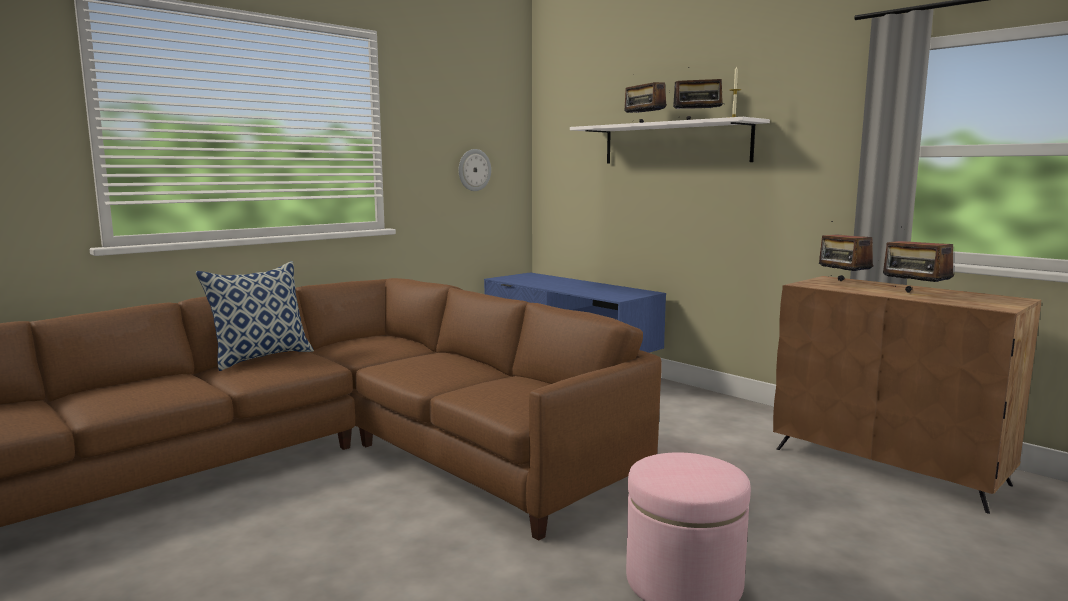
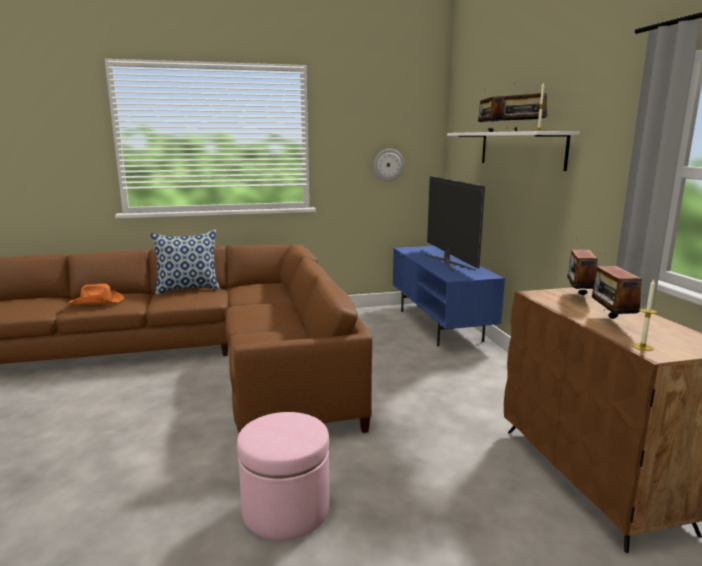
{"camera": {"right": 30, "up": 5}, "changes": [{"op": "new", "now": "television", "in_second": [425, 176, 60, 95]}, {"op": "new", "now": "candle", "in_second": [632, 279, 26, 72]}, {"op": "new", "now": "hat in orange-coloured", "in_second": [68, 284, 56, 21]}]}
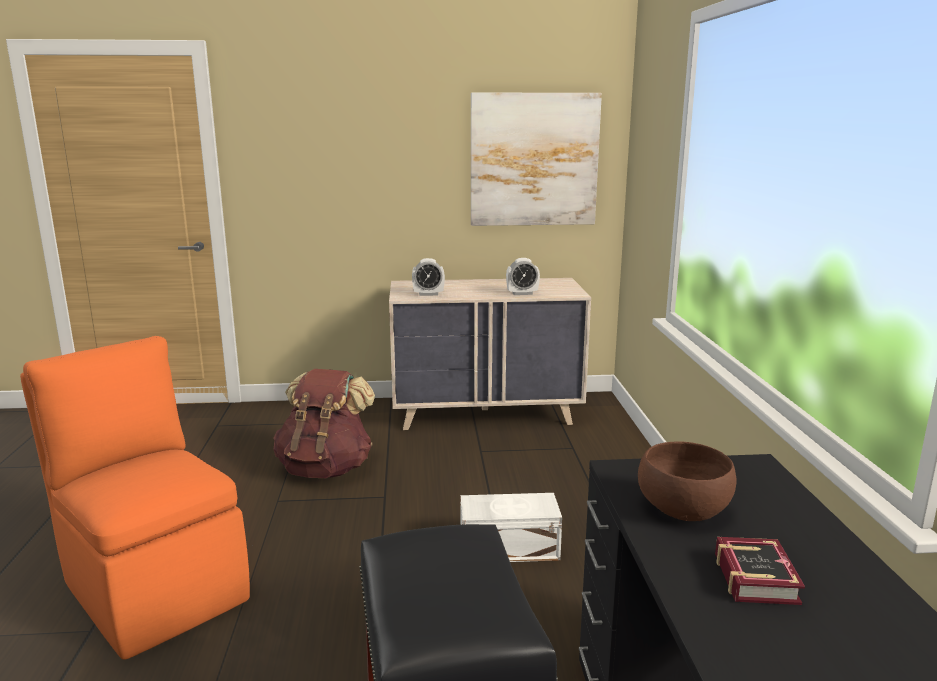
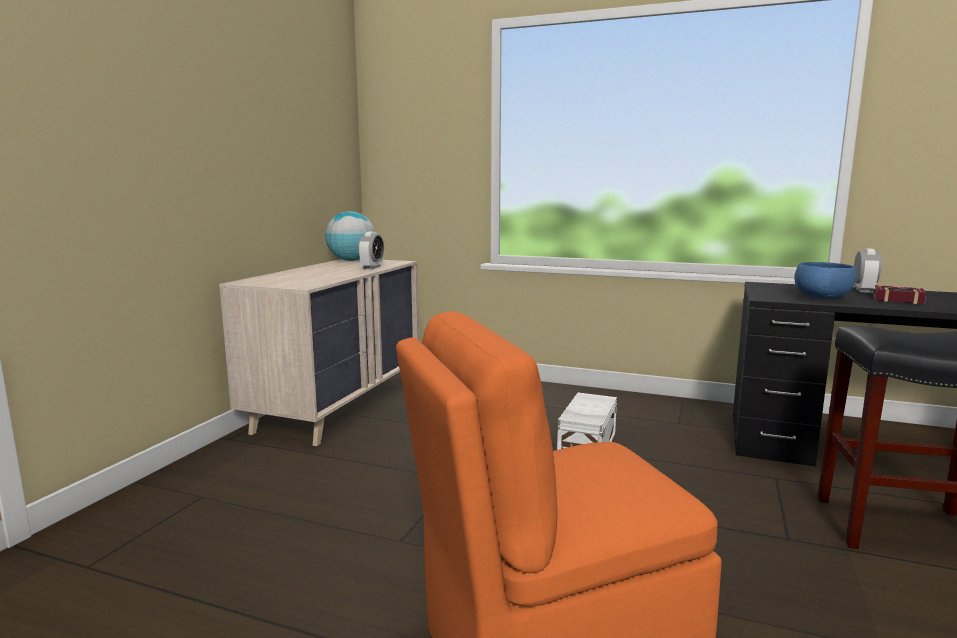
{"camera": {"right": -65, "up": -5}, "changes": [{"op": "gone", "was": "picture", "in_first": [471, 93, 131, 133]}, {"op": "shifted", "was": "bedside clock", "in_first": [412, 258, 33, 38], "in_second": [854, 248, 28, 45]}, {"op": "gone", "was": "rucksack in brown-coloured", "in_first": [273, 369, 102, 109]}, {"op": "repainted", "was": "bowl in brown-coloured", "now": "bowl in blue", "in_first": [638, 442, 99, 79], "in_second": [794, 262, 63, 37]}, {"op": "new", "now": "desk globe", "in_second": [325, 211, 50, 50]}]}
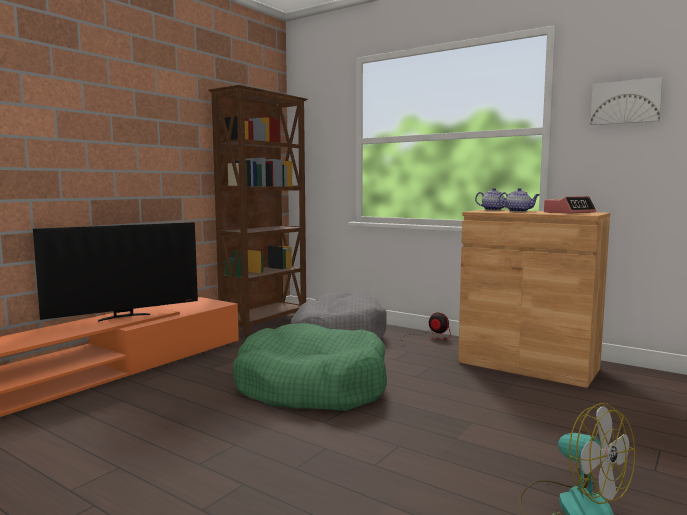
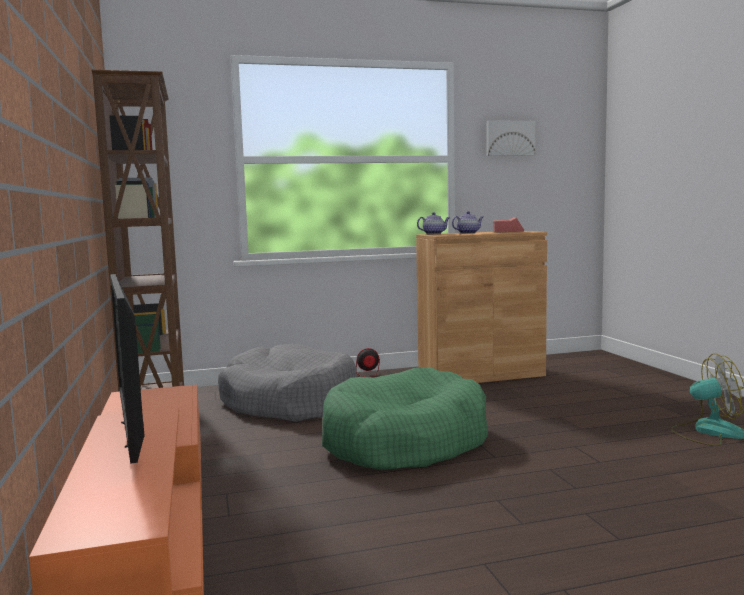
{"camera": {"right": -50, "up": 0}, "changes": [{"op": "rotated", "was": "television", "in_first": [33, 222, 165, 100], "in_second": [110, 274, 35, 190], "clockwise": 150}]}
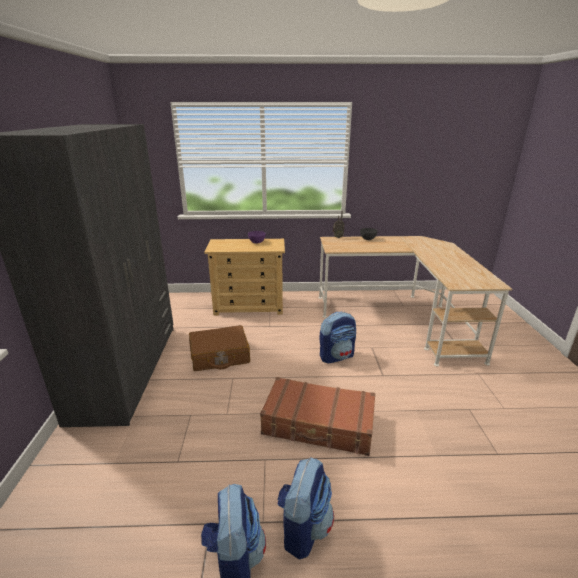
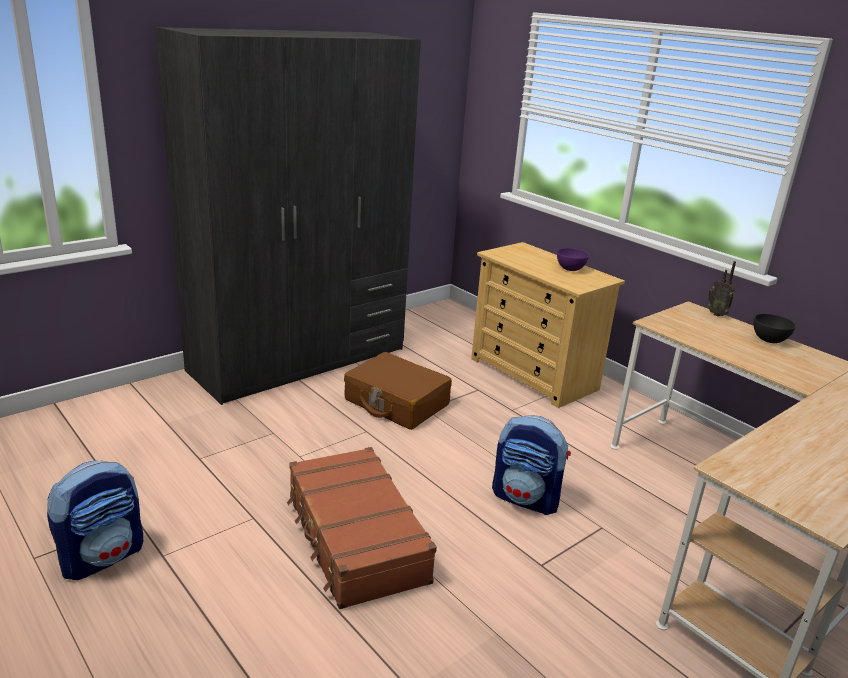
{"camera": {"right": 50, "up": 0}, "changes": [{"op": "gone", "was": "rucksack", "in_first": [277, 457, 57, 103]}]}
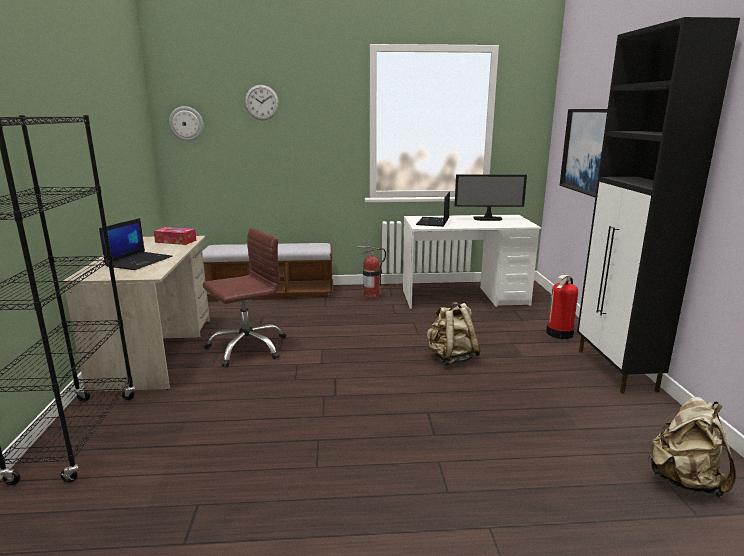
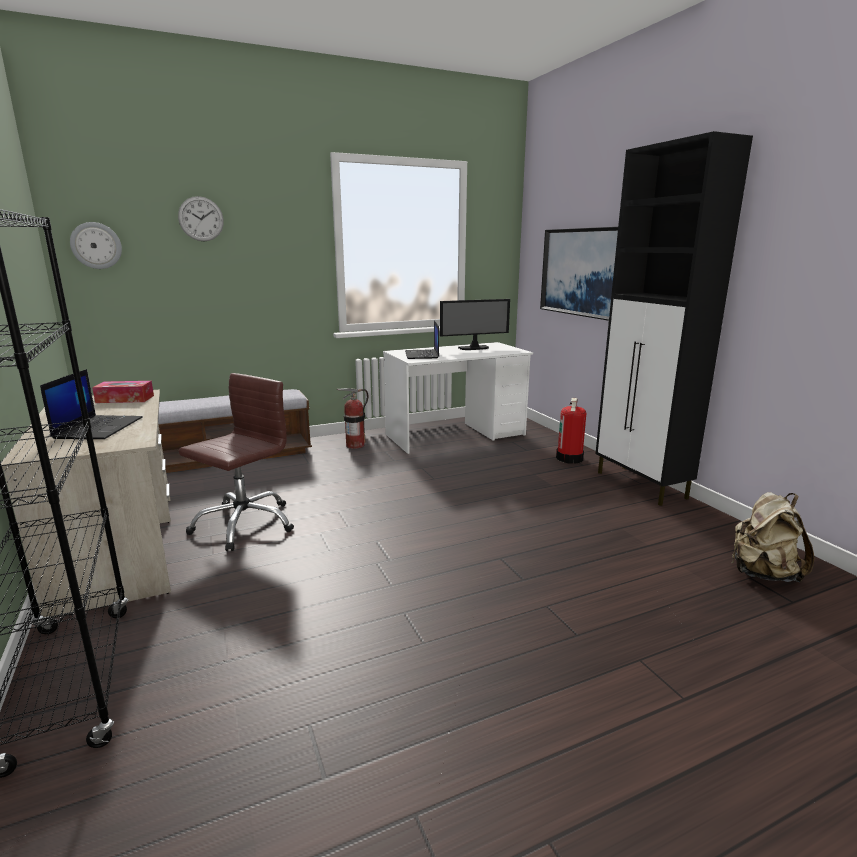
{"camera": {"right": -20, "up": 0}, "changes": [{"op": "gone", "was": "rucksack in beige-coloured", "in_first": [427, 302, 54, 63]}]}
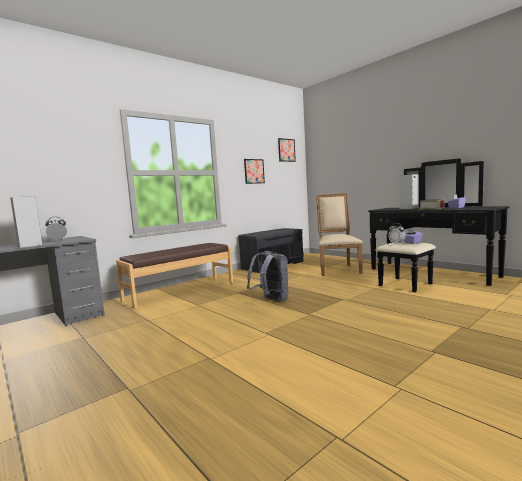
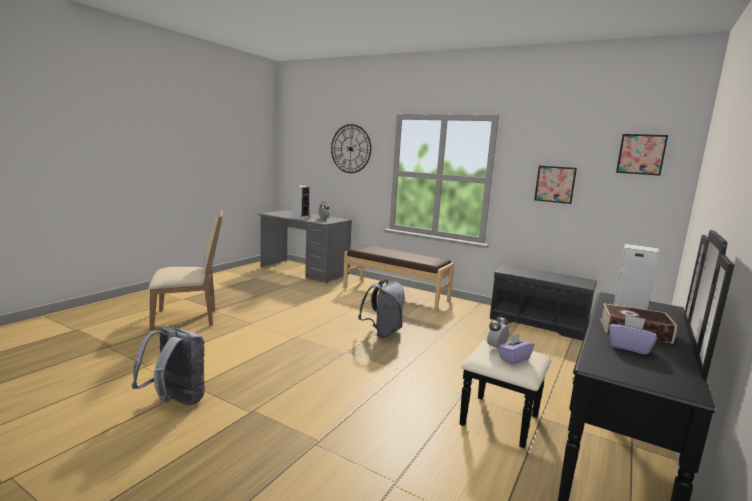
{"camera": {"right": 70, "up": 5}, "changes": [{"op": "shifted", "was": "chair in beige-coloured", "in_first": [316, 193, 47, 83], "in_second": [149, 210, 75, 121]}, {"op": "new", "now": "wall clock", "in_second": [331, 124, 40, 49]}, {"op": "new", "now": "rucksack in gray", "in_second": [132, 326, 73, 79]}]}
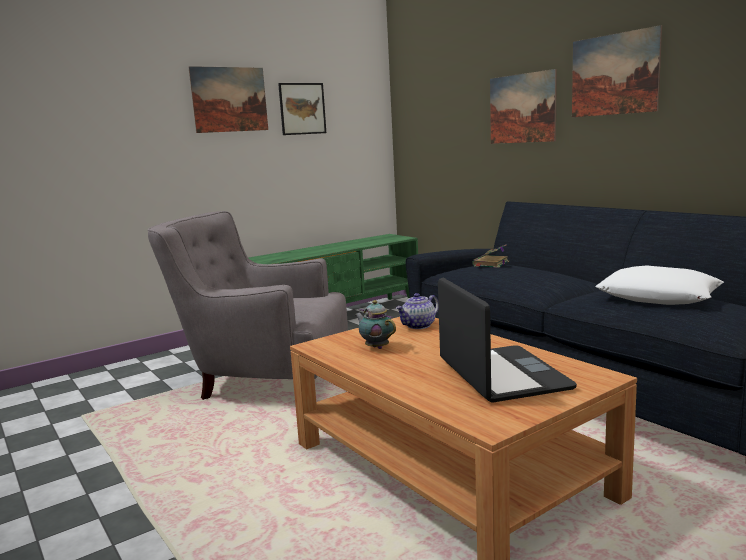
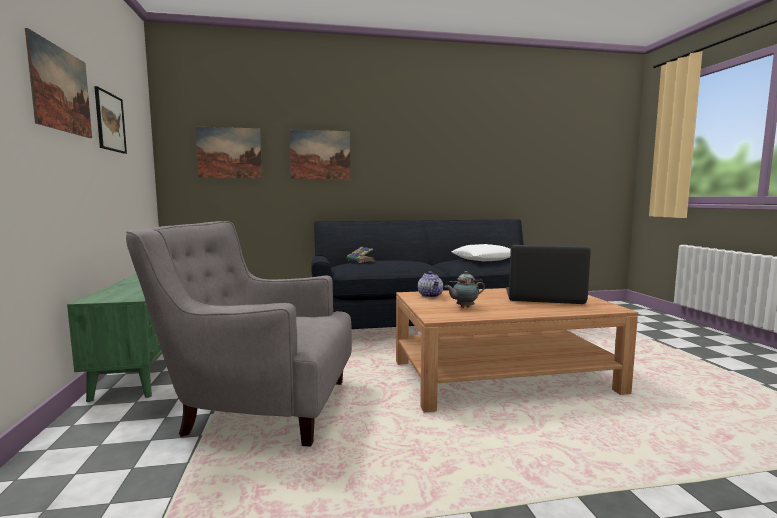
{"camera": {"right": -65, "up": -5}, "changes": [{"op": "shifted", "was": "picture", "in_first": [572, 25, 90, 92], "in_second": [195, 127, 67, 51]}, {"op": "rotated", "was": "easy chair in gray", "in_first": [148, 211, 200, 189], "in_second": [126, 221, 226, 226], "clockwise": 60}]}
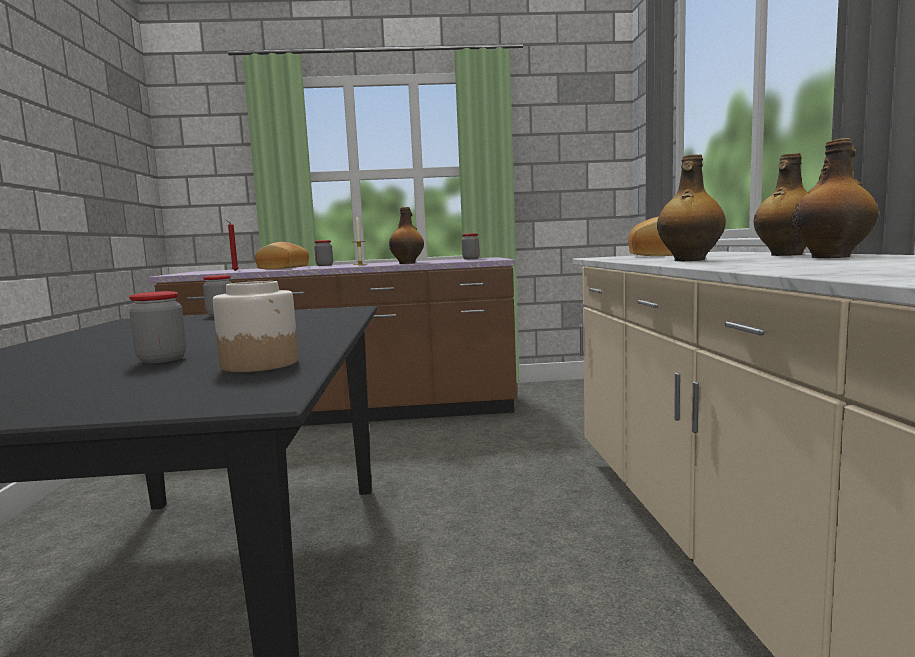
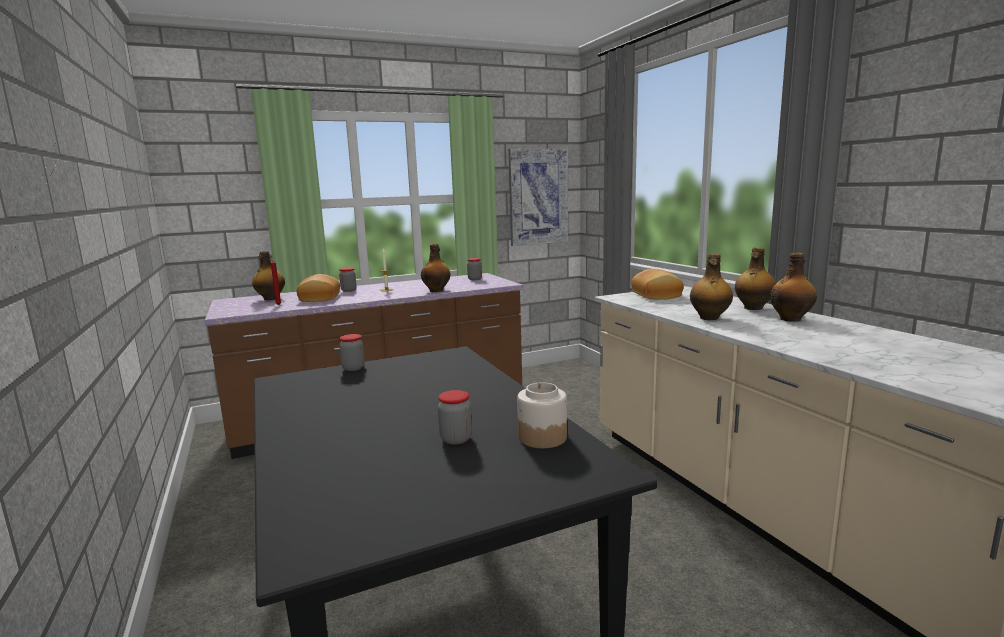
{"camera": {"right": -20, "up": 5}, "changes": [{"op": "new", "now": "picture", "in_second": [508, 148, 60, 98]}, {"op": "new", "now": "bottle", "in_second": [252, 251, 33, 49]}]}
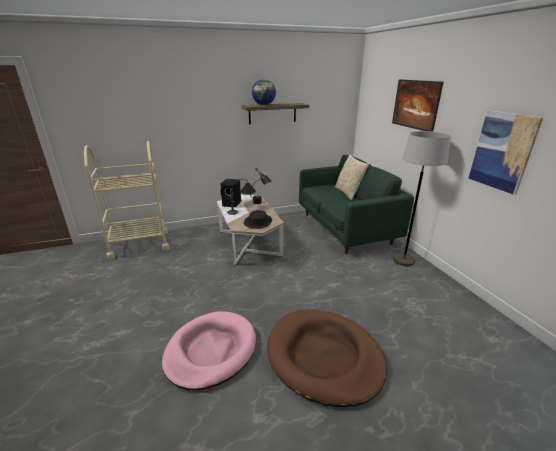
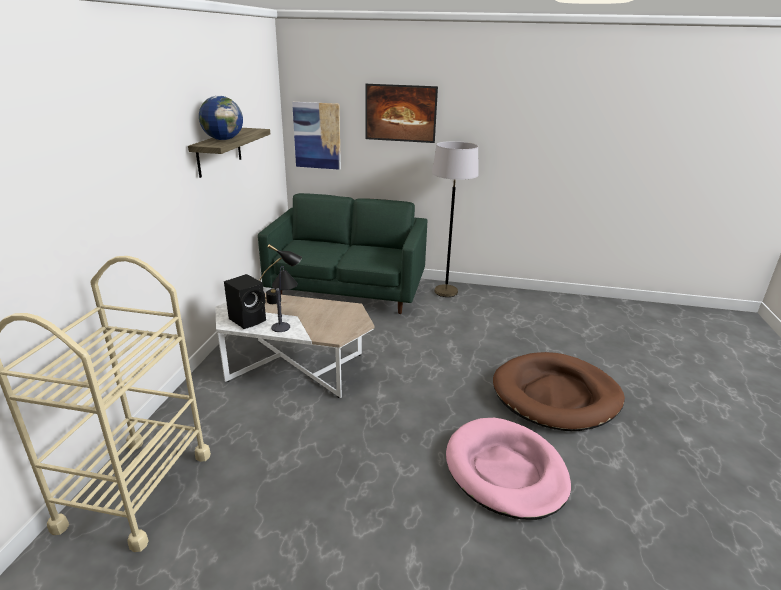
{"camera": {"right": -60, "up": 0}, "changes": [{"op": "shifted", "was": "picture", "in_first": [468, 110, 75, 85], "in_second": [292, 102, 49, 68]}, {"op": "gone", "was": "throw pillow in beige-coloured", "in_first": [335, 154, 34, 47]}, {"op": "gone", "was": "hat in black-coloured", "in_first": [244, 210, 28, 19]}]}
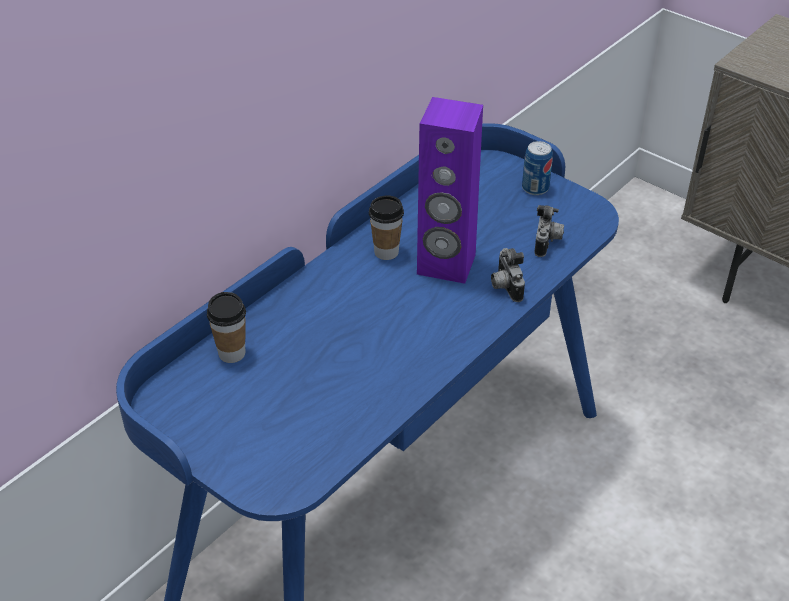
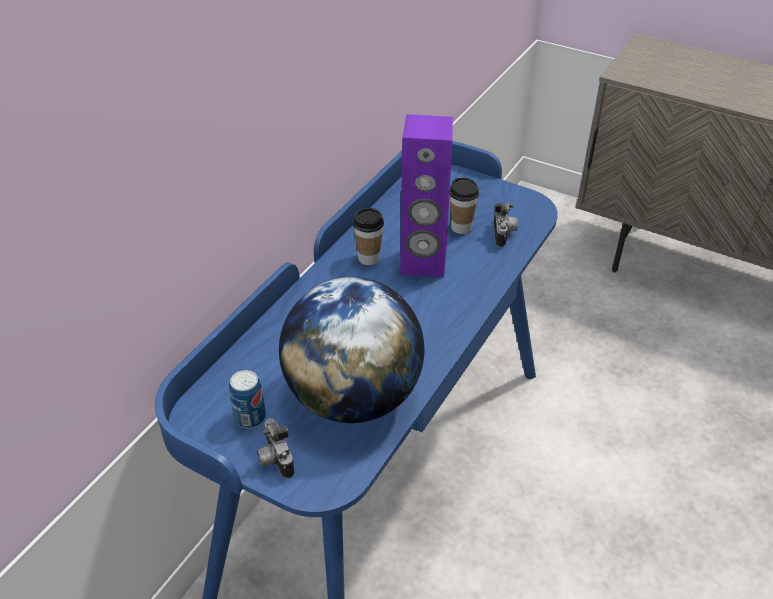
{"camera": {"right": -10, "up": 0}, "changes": [{"op": "shifted", "was": "can", "in_first": [522, 141, 31, 54], "in_second": [229, 370, 37, 58]}, {"op": "shifted", "was": "still camera", "in_first": [491, 248, 34, 54], "in_second": [257, 418, 38, 61]}, {"op": "shifted", "was": "small cup", "in_first": [207, 292, 39, 71], "in_second": [450, 177, 29, 57]}, {"op": "new", "now": "desk globe", "in_second": [279, 277, 145, 146]}]}
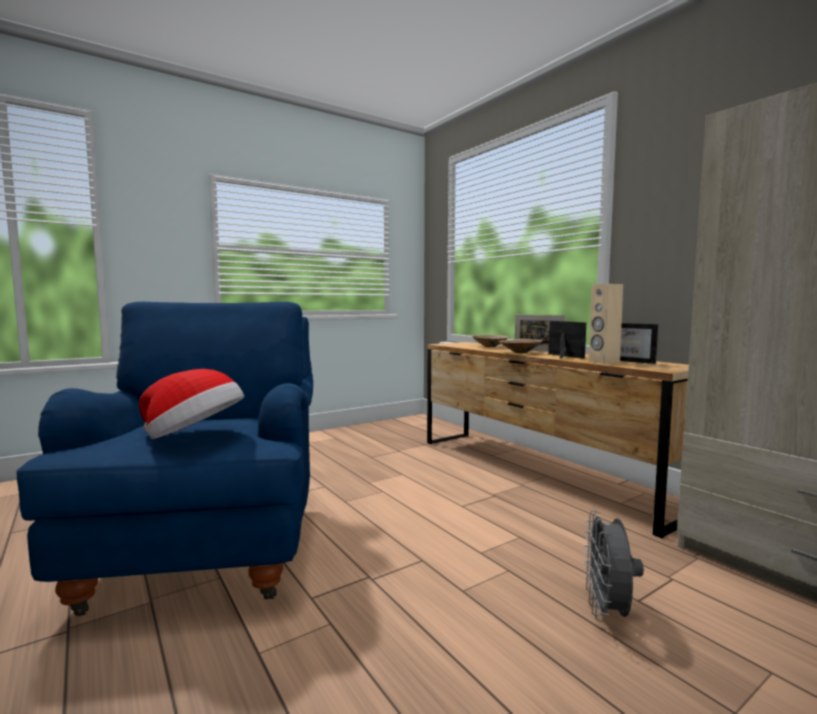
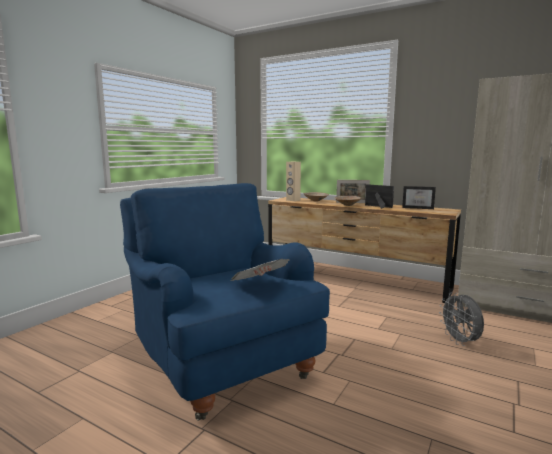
{"camera": {"right": -25, "up": 5}, "changes": [{"op": "shifted", "was": "audio speaker in beige-coloured", "in_first": [589, 284, 34, 80], "in_second": [286, 162, 15, 39]}, {"op": "swapped", "was": "hat", "now": "daily paper", "in_first": [139, 369, 105, 70], "in_second": [230, 259, 60, 22]}]}
